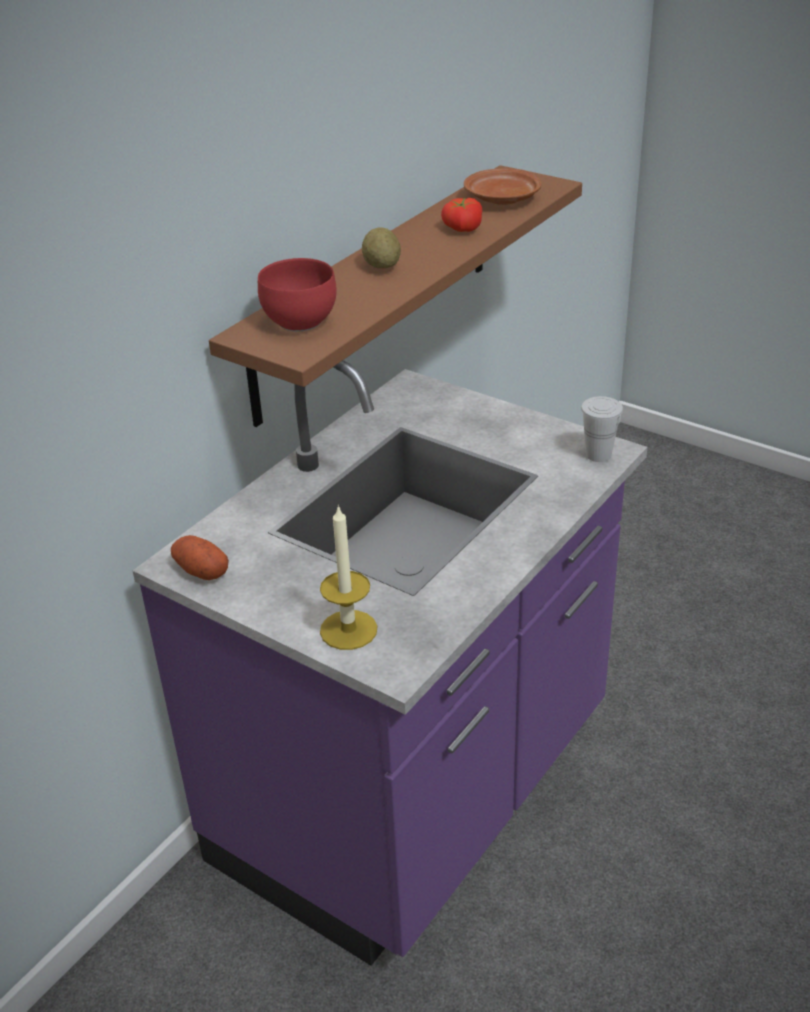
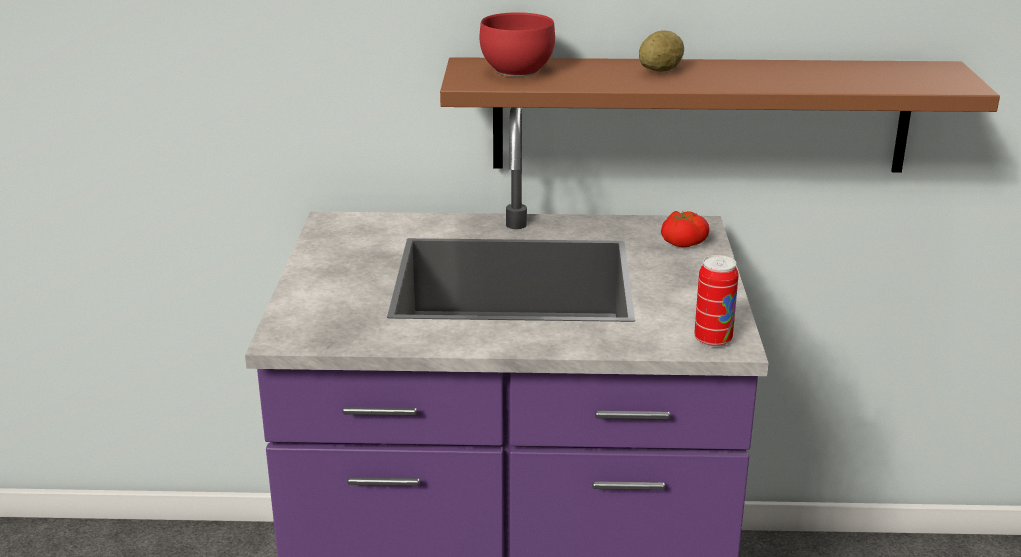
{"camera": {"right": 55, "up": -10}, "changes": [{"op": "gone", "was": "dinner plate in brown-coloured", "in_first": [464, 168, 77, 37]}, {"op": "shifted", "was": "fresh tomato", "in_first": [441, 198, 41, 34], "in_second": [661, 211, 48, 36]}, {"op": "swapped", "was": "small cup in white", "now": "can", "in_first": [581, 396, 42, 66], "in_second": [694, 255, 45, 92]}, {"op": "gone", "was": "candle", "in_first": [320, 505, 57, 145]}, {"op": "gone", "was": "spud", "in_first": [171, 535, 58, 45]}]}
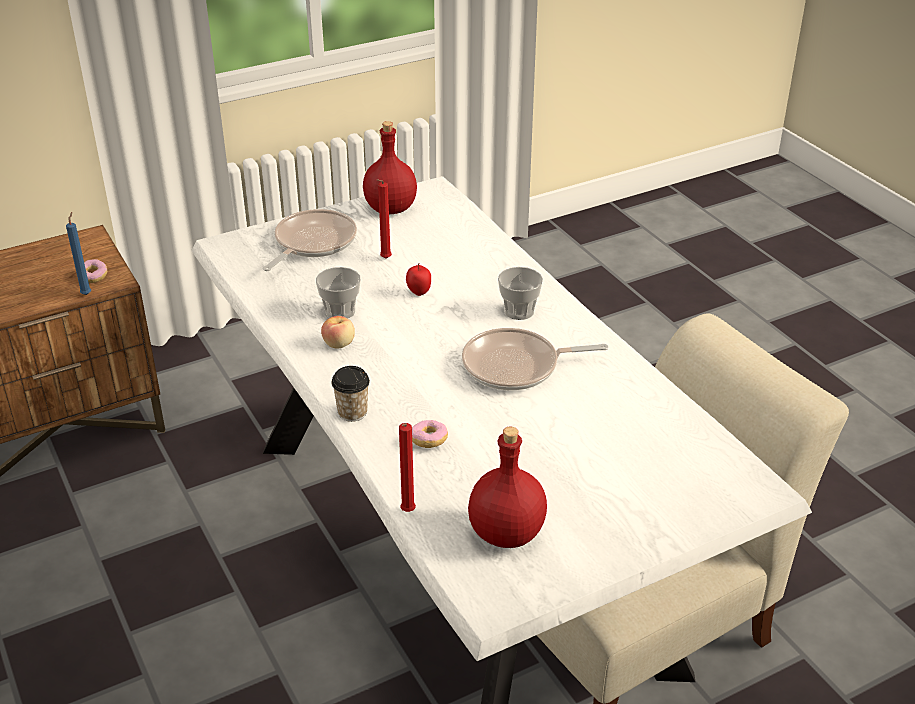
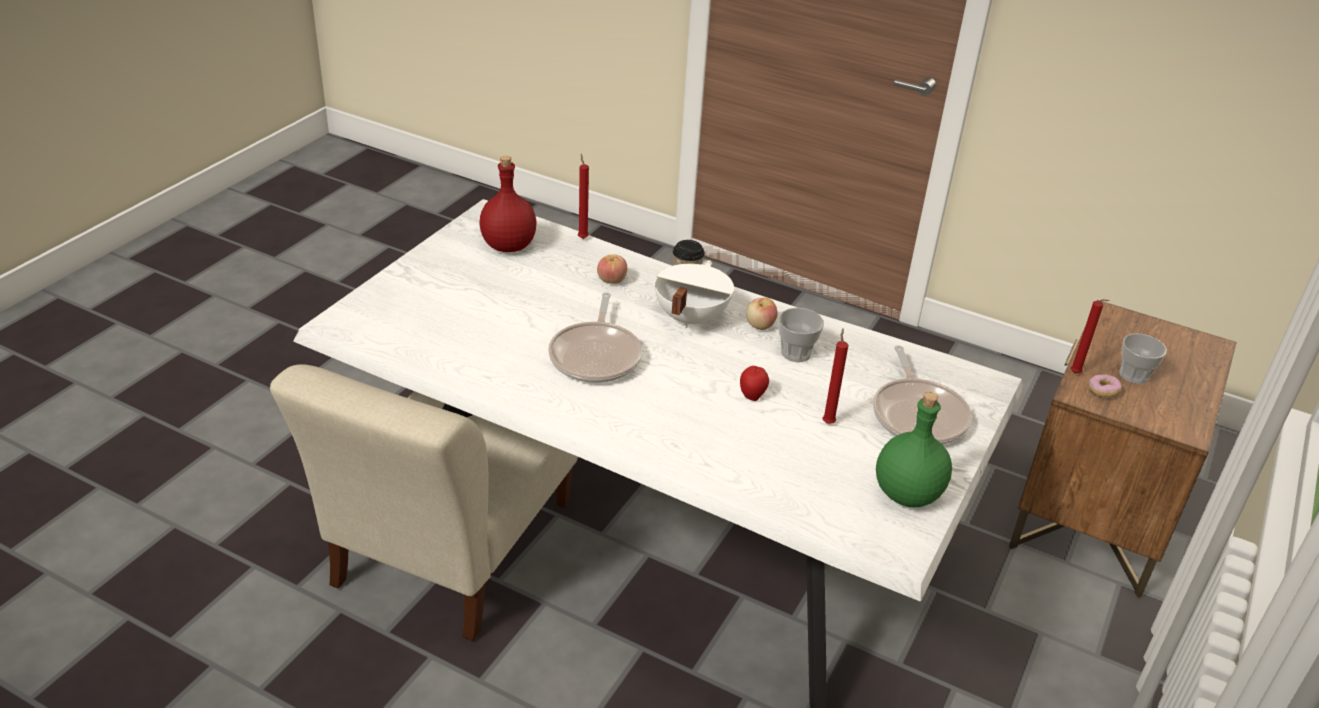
{"camera": {"right": 145, "up": 0}, "changes": [{"op": "repainted", "was": "bottle in reddish", "now": "bottle in greenish", "in_first": [363, 121, 54, 93], "in_second": [876, 392, 76, 116]}, {"op": "repainted", "was": "candle in blue", "now": "candle in reddish", "in_first": [66, 212, 25, 83], "in_second": [1071, 299, 38, 74]}, {"op": "shifted", "was": "small cup", "in_first": [498, 267, 45, 53], "in_second": [1119, 334, 48, 50]}, {"op": "rotated", "was": "skillet", "in_first": [462, 328, 146, 62], "in_second": [548, 293, 94, 90], "clockwise": 135}, {"op": "swapped", "was": "ring doughnut", "now": "apple fruit", "in_first": [412, 420, 36, 28], "in_second": [597, 254, 30, 30]}, {"op": "new", "now": "saucepot in white", "in_second": [655, 260, 79, 68]}]}
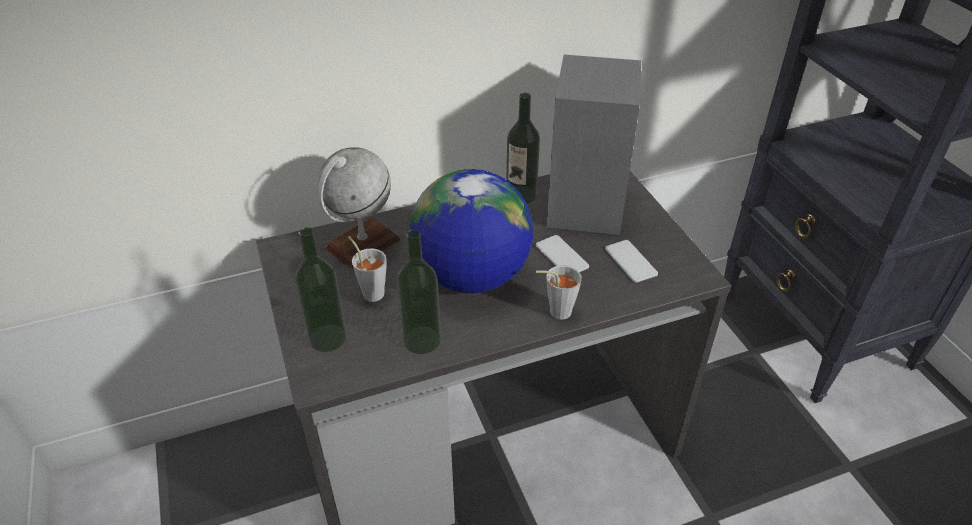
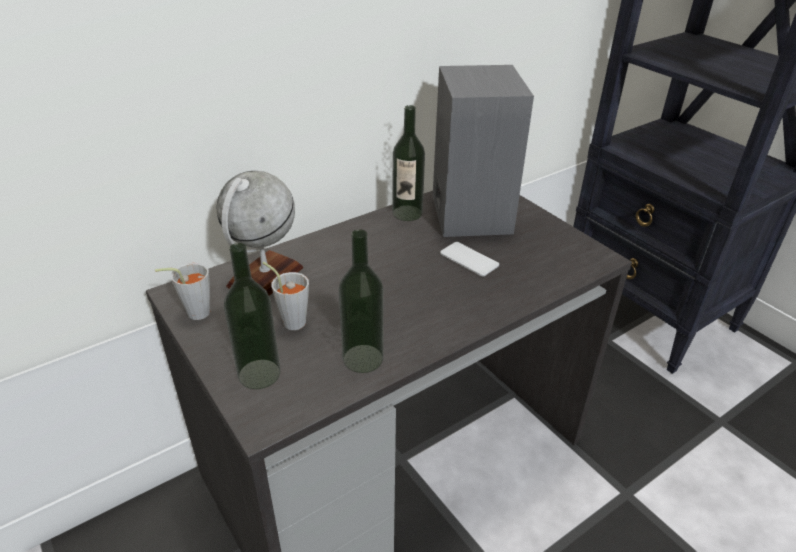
{"camera": {"right": -15, "up": -5}, "changes": [{"op": "gone", "was": "desk globe", "in_first": [409, 169, 124, 124]}, {"op": "gone", "was": "handset", "in_first": [605, 240, 53, 43]}, {"op": "shifted", "was": "small cup in gray", "in_first": [536, 265, 46, 55], "in_second": [155, 263, 55, 57]}]}
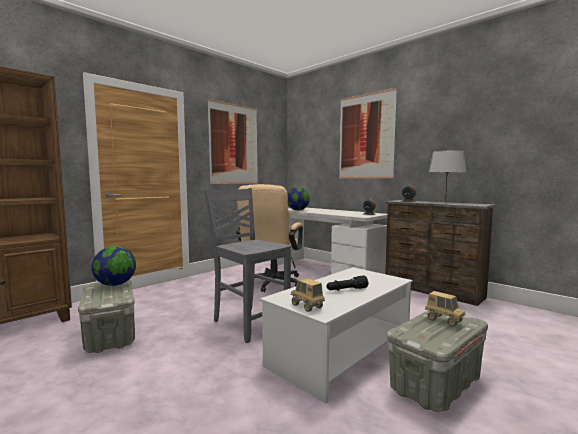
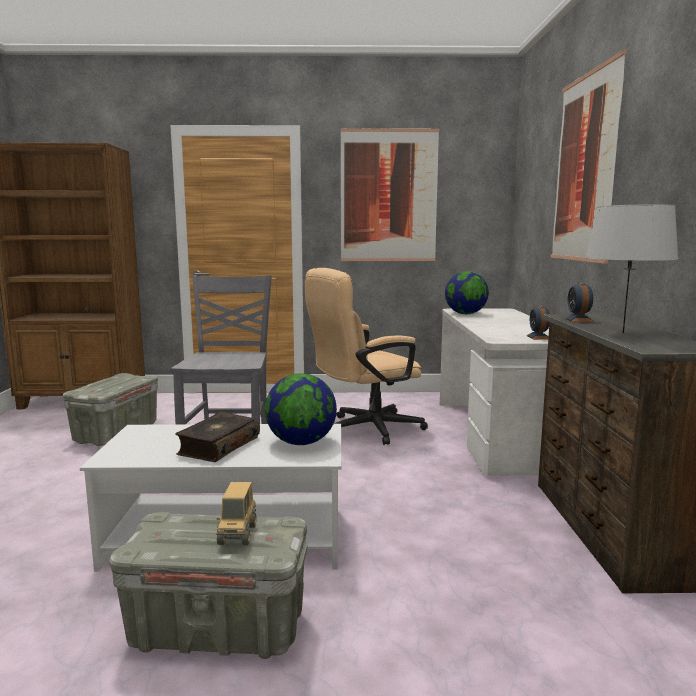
{"camera": {"right": 45, "up": 5}, "changes": [{"op": "shifted", "was": "desk globe", "in_first": [92, 246, 44, 40], "in_second": [265, 373, 72, 72]}, {"op": "swapped", "was": "hand torch in black-coloured", "now": "book", "in_first": [327, 275, 42, 16], "in_second": [175, 411, 85, 51]}, {"op": "gone", "was": "toy lorry", "in_first": [291, 278, 34, 34]}]}
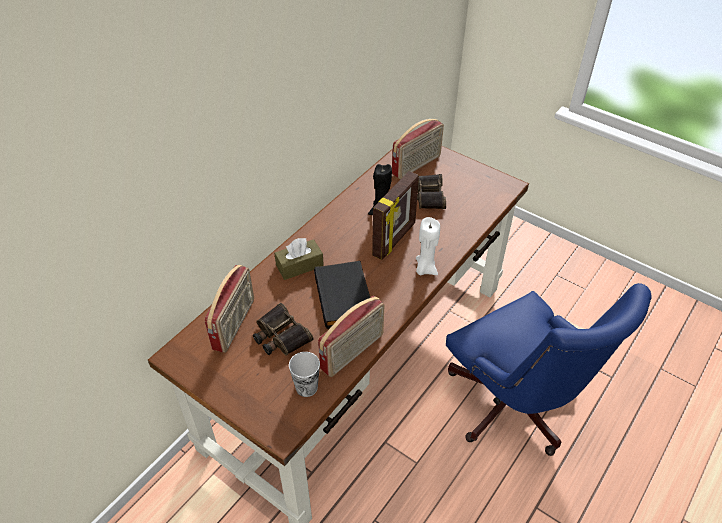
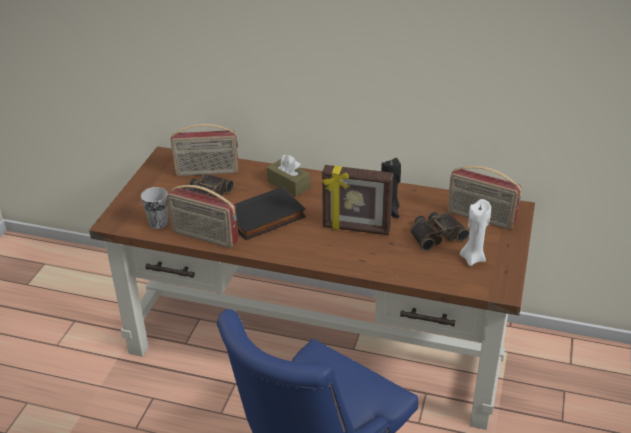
{"camera": {"right": 70, "up": -10}, "changes": [{"op": "shifted", "was": "candle in white", "in_first": [416, 217, 24, 58], "in_second": [460, 199, 31, 67]}]}
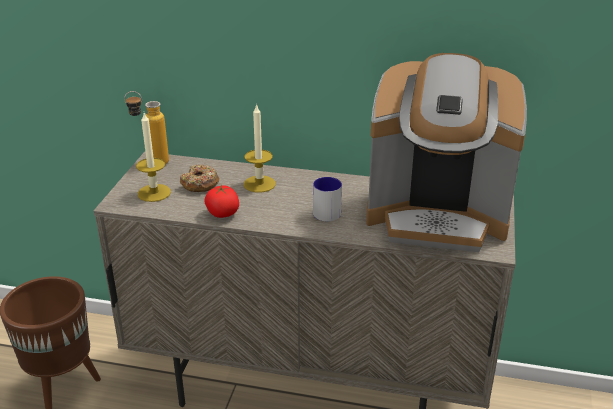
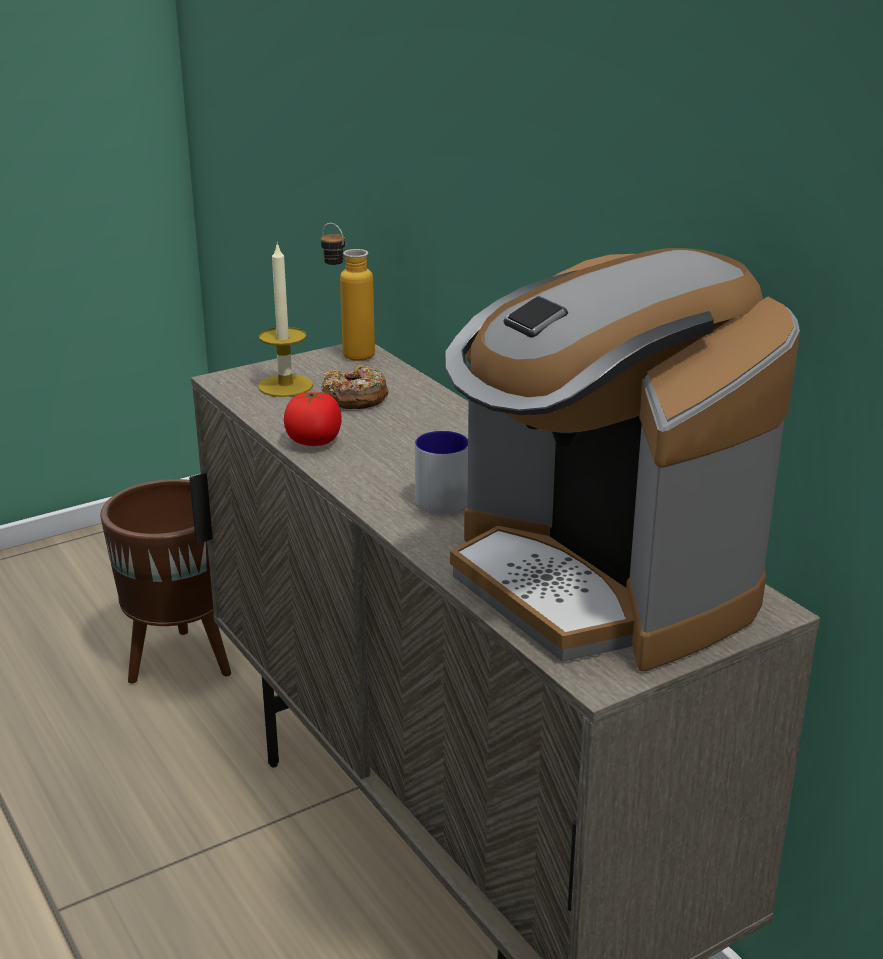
{"camera": {"right": 45, "up": -5}, "changes": [{"op": "gone", "was": "candle", "in_first": [243, 103, 33, 90]}]}
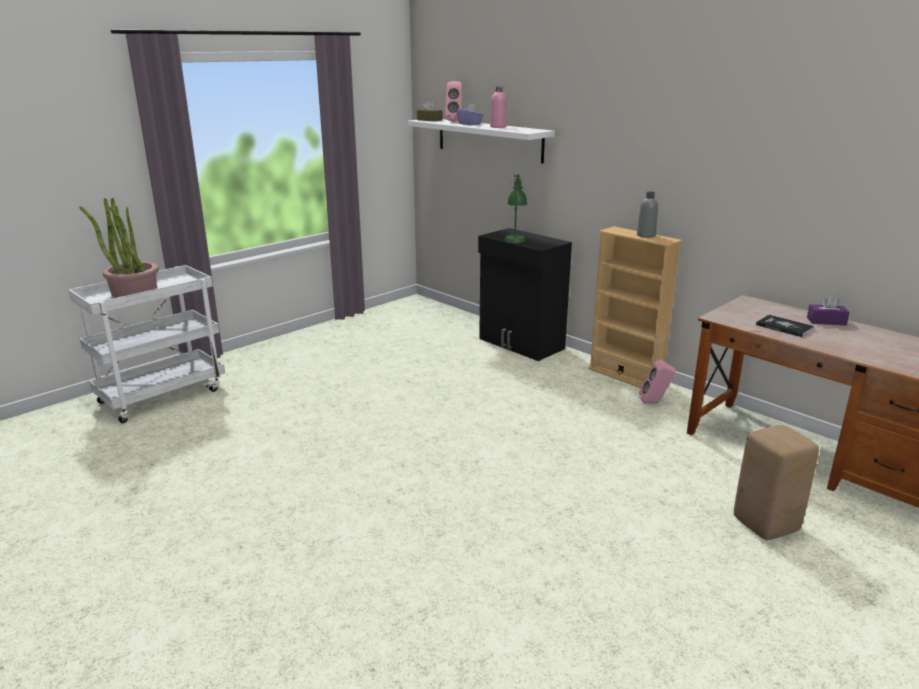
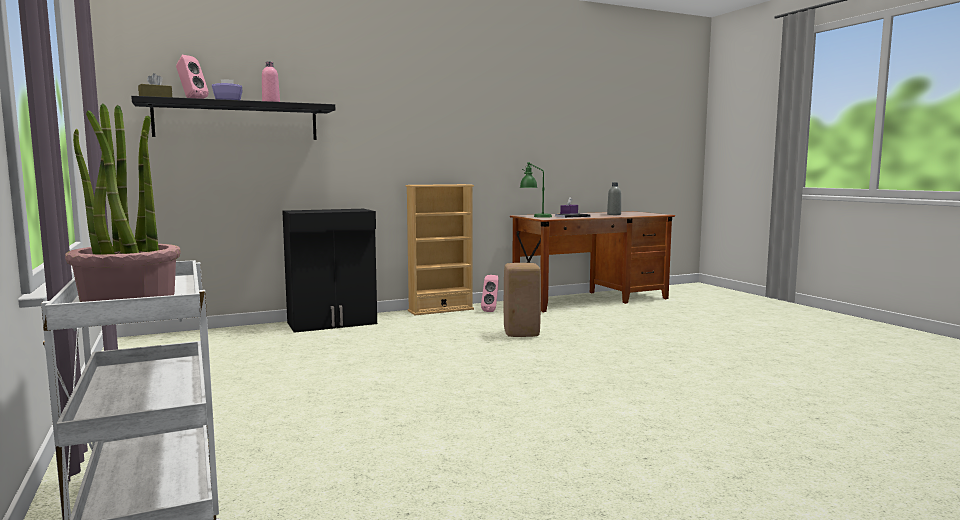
{"camera": {"right": -70, "up": -15}, "changes": [{"op": "repainted", "was": "shelf in white", "now": "shelf in black-coloured", "in_first": [407, 119, 148, 44], "in_second": [131, 96, 204, 44]}, {"op": "shifted", "was": "table lamp in greenish", "in_first": [505, 175, 22, 68], "in_second": [520, 162, 32, 56]}, {"op": "shifted", "was": "bottle in gray", "in_first": [637, 192, 21, 46], "in_second": [607, 182, 14, 33]}, {"op": "shifted", "was": "stool in beige-coloured", "in_first": [734, 425, 85, 115], "in_second": [504, 263, 37, 74]}]}
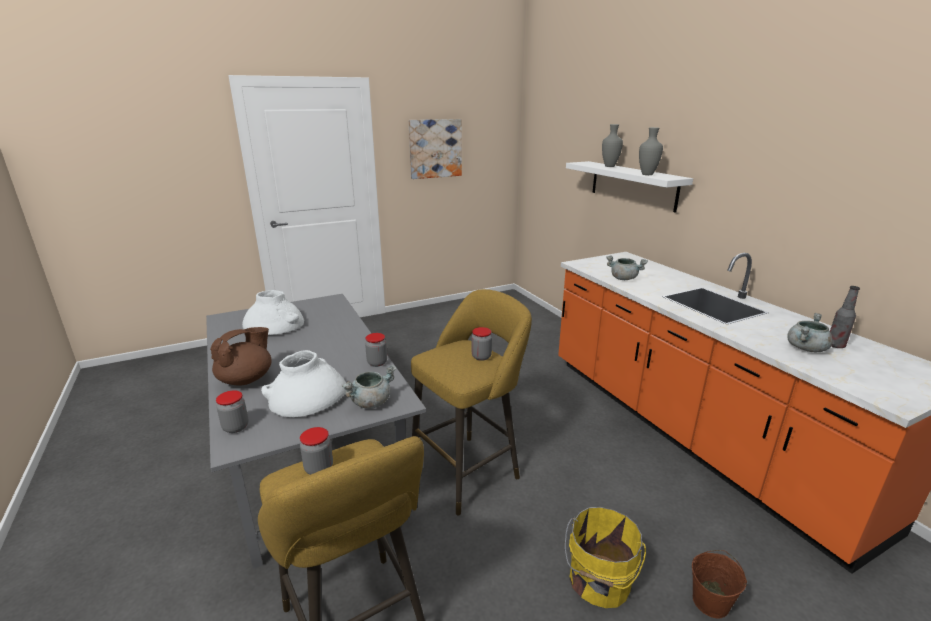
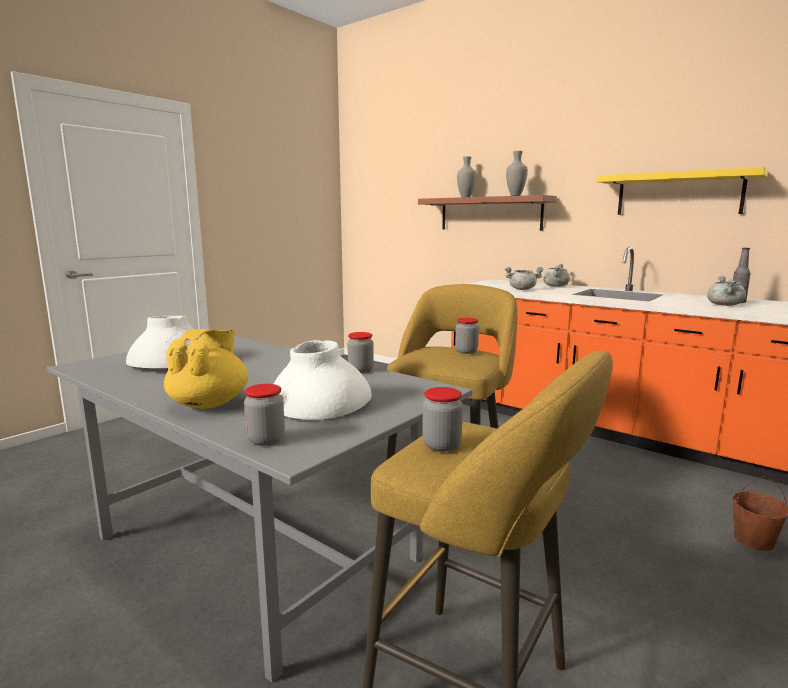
{"camera": {"right": -25, "up": -10}, "changes": [{"op": "gone", "was": "picture", "in_first": [409, 119, 53, 60]}, {"op": "repainted", "was": "shelf in white", "now": "shelf in brown-coloured", "in_first": [566, 161, 127, 52], "in_second": [418, 195, 139, 36]}, {"op": "repainted", "was": "teapot in brown-coloured", "now": "teapot in yellow", "in_first": [210, 327, 62, 59], "in_second": [164, 329, 84, 80]}, {"op": "shifted", "was": "saucepot in gray", "in_first": [342, 365, 54, 44], "in_second": [543, 264, 27, 23]}, {"op": "gone", "was": "bucket in yellow", "in_first": [565, 507, 81, 101]}, {"op": "new", "now": "shelf in yellow", "in_second": [597, 167, 171, 48]}]}
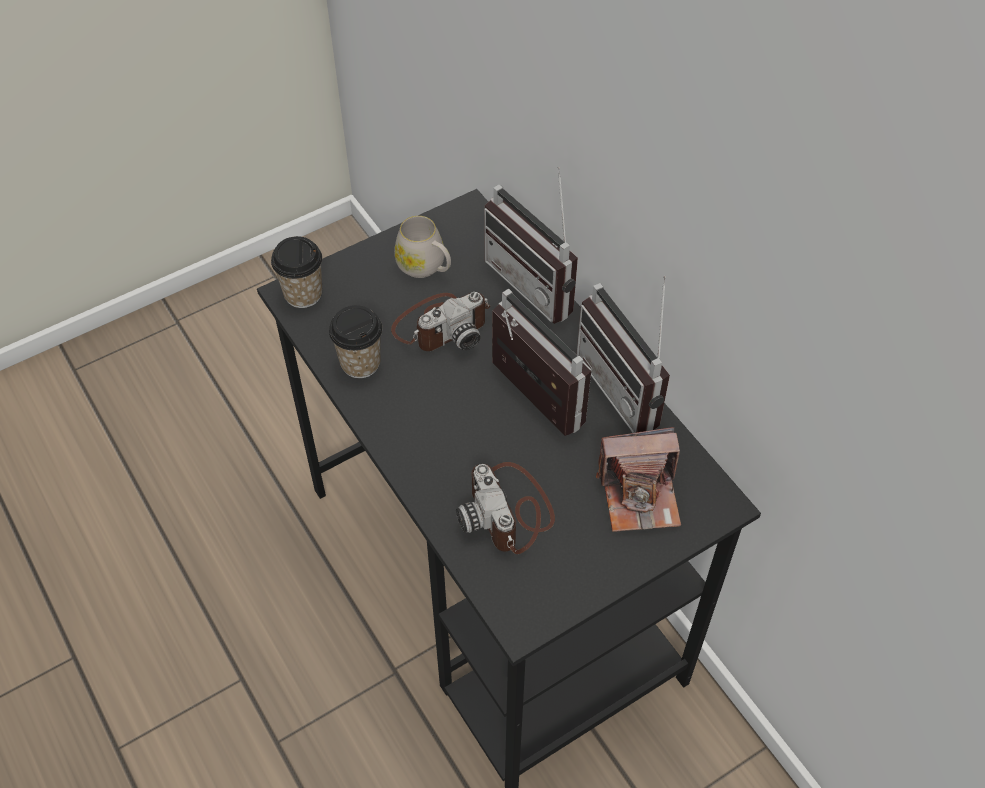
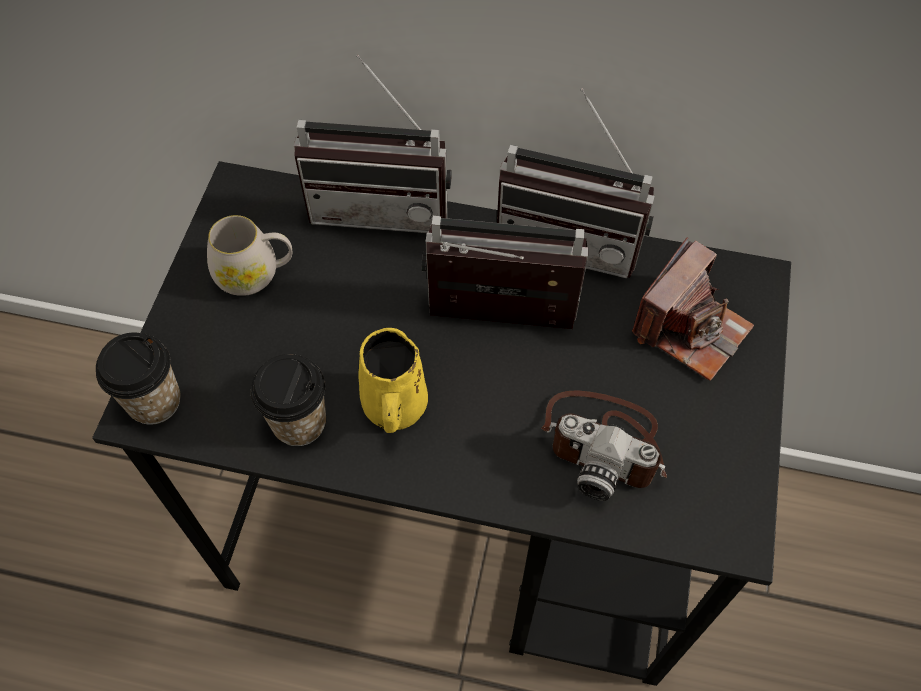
{"camera": {"right": -45, "up": 5}, "changes": [{"op": "gone", "was": "still camera", "in_first": [391, 292, 99, 59]}, {"op": "new", "now": "coffee mug in yellow", "in_second": [359, 328, 69, 105]}]}
